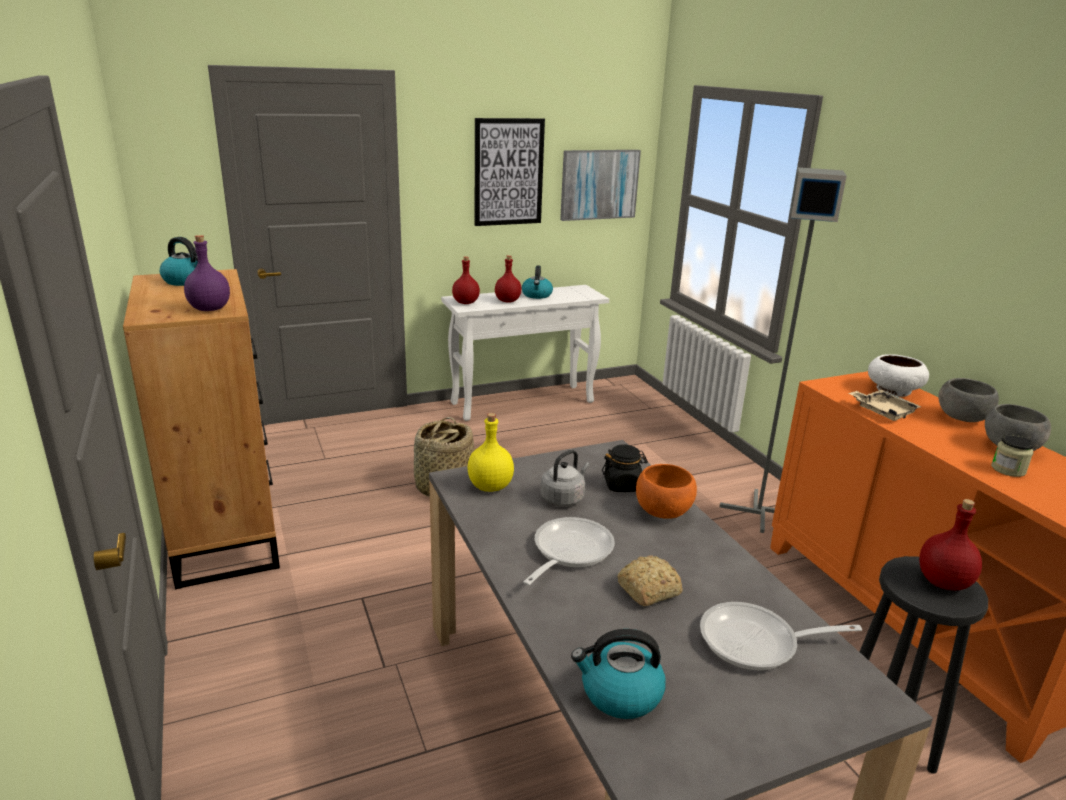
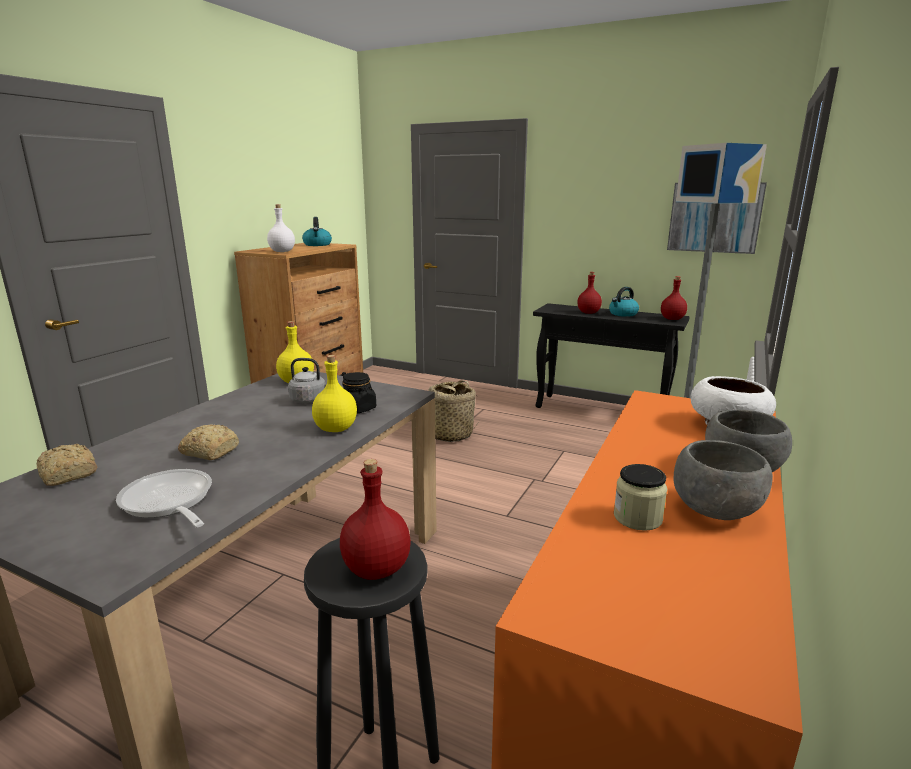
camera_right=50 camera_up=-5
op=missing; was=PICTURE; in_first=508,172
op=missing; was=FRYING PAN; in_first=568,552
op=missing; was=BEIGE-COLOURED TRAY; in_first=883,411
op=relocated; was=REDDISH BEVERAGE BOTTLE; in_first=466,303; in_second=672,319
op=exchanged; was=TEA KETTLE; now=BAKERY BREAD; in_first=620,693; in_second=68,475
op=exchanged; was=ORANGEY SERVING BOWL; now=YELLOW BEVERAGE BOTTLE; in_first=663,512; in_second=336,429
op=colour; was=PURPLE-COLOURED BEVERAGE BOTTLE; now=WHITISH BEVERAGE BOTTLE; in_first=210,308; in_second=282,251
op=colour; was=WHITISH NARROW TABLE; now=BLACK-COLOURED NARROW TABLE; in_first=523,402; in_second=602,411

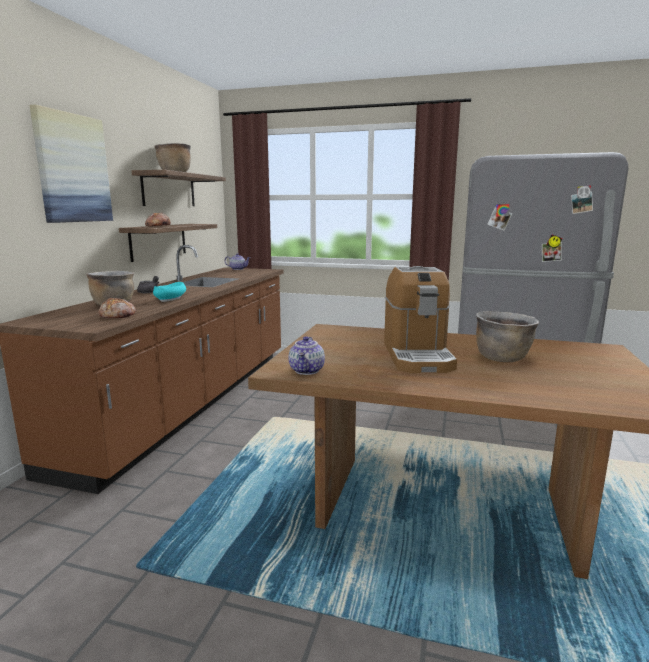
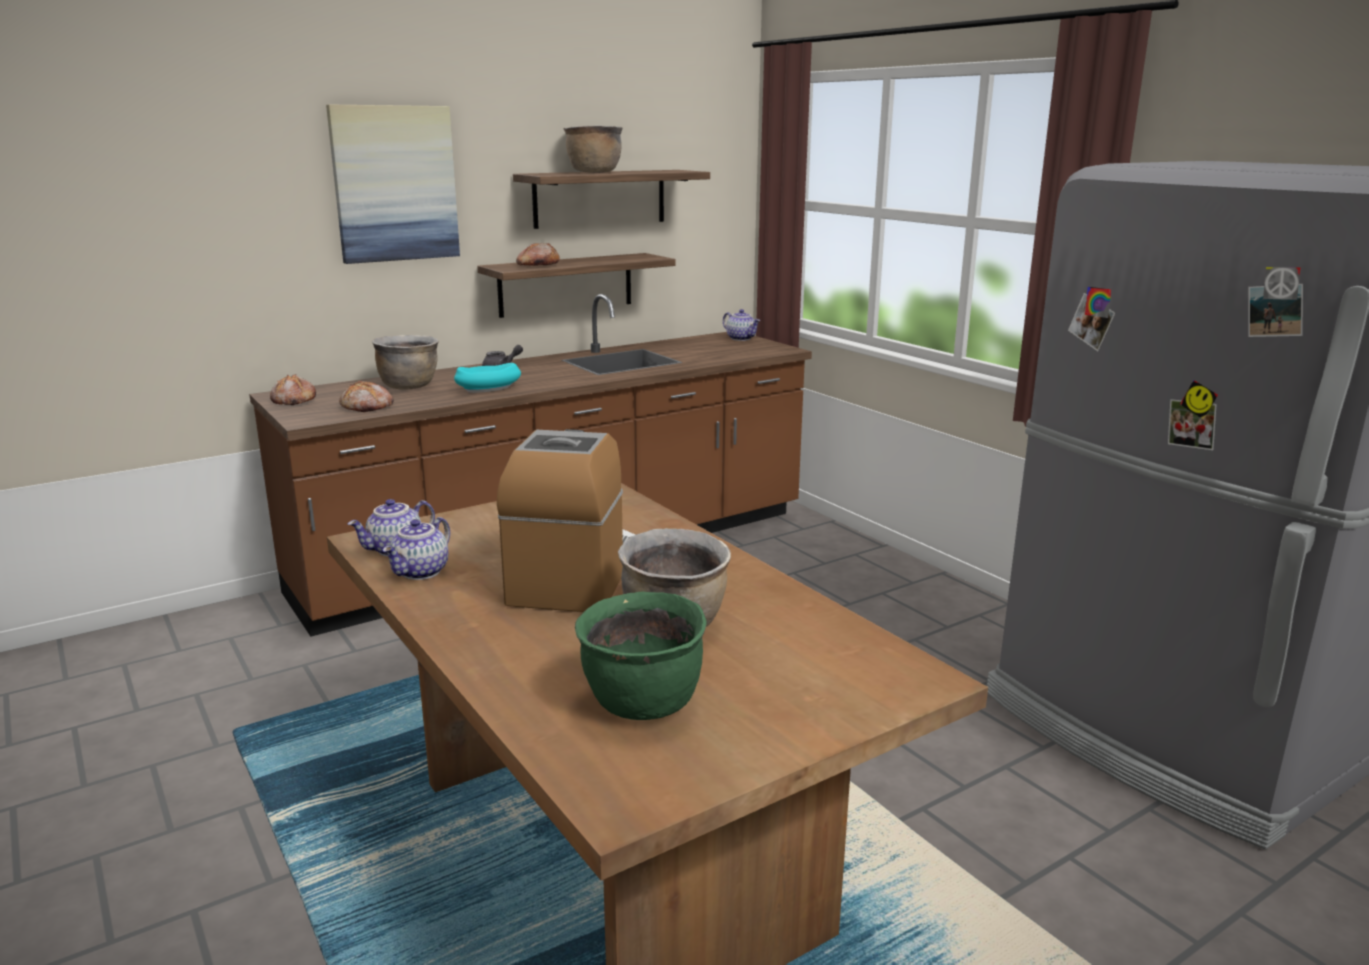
camera_right=40 camera_up=5
op=appeared; now=BAKERY BREAD; in_second=293,401
op=appeared; now=TEA POT; in_second=421,572
op=appeared; now=GREEN COOKING POT; in_second=643,704
op=spun; was=COFFEE MACHINE; in_first=417,356; in_second=574,576; clockwise=150

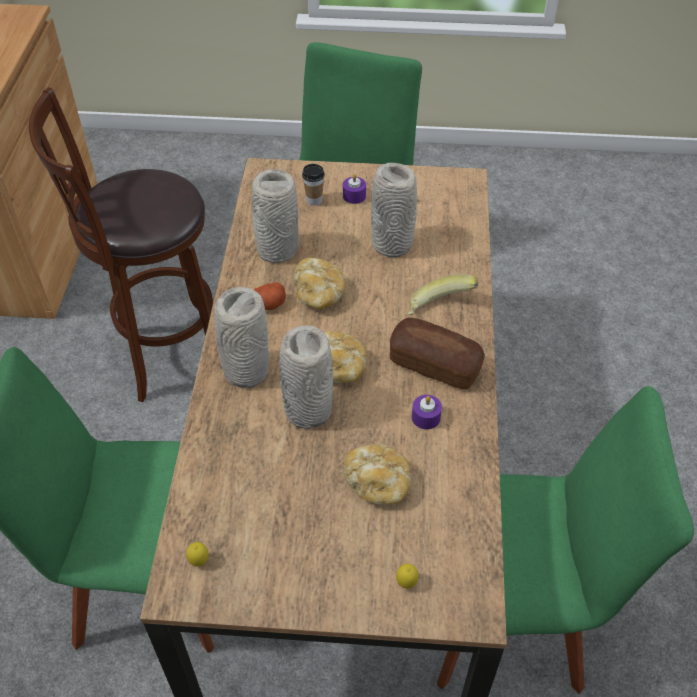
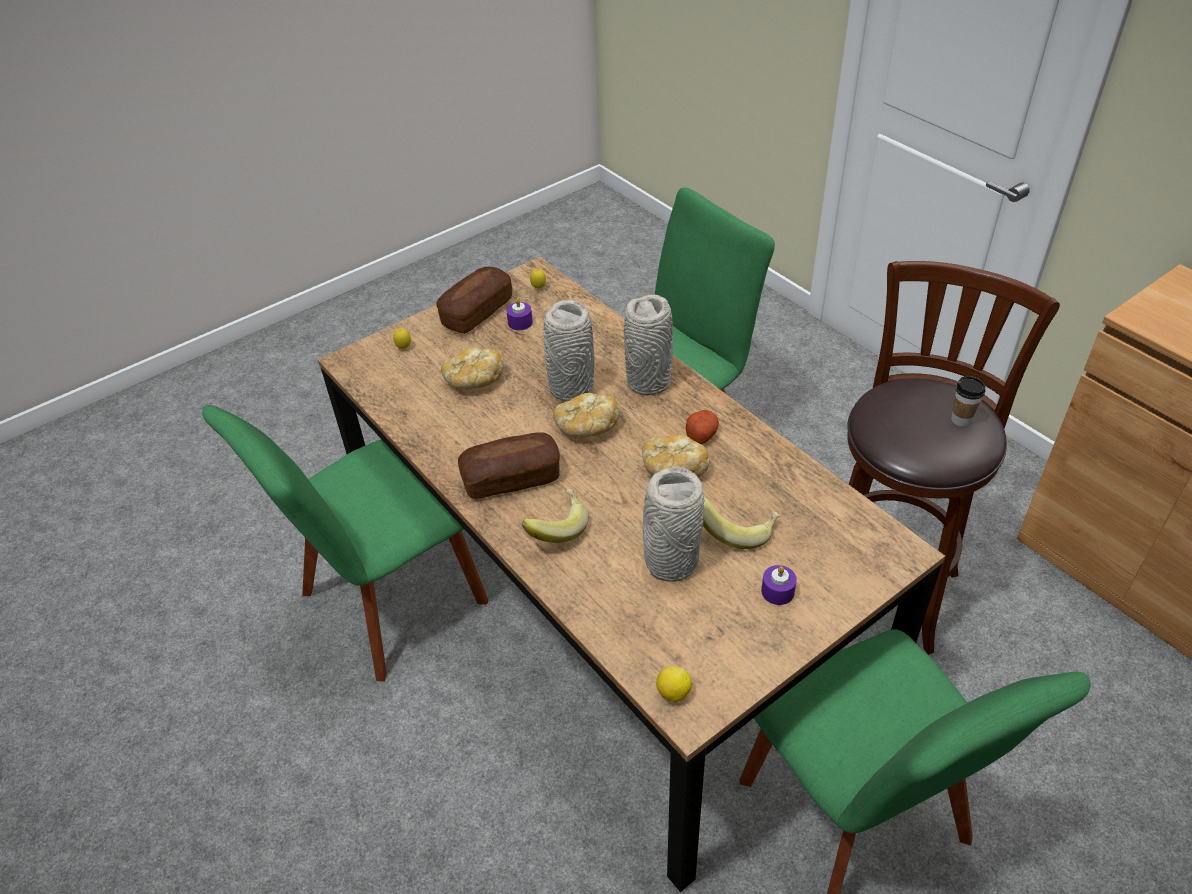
camera_right=140 camera_up=-5
op=missing; was=GREYISH VASE; in_first=276,249
op=appeared; now=BAKERY BREAD; in_second=477,312
op=appeared; now=WHOLE LEMON; in_second=673,692
op=appeared; now=BANANA FRUIT; in_second=736,530
op=relocated; was=CUP; in_first=314,200; in_second=961,420
op=relocated; was=PURPLE-COLOURED WAX CANDLE; in_first=426,417; in_second=520,322

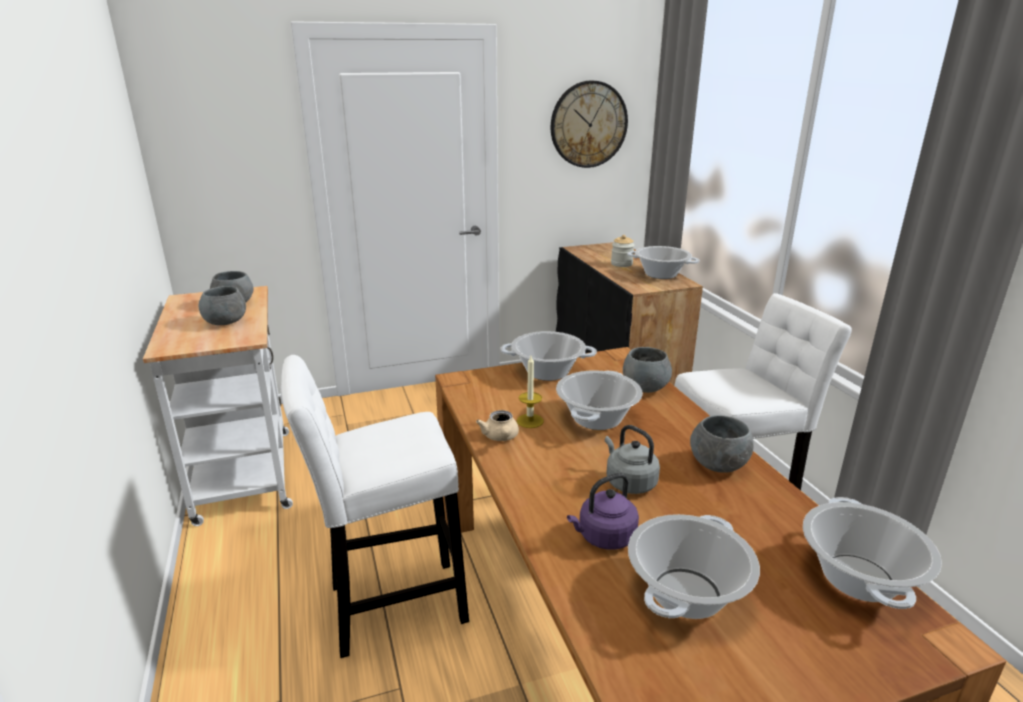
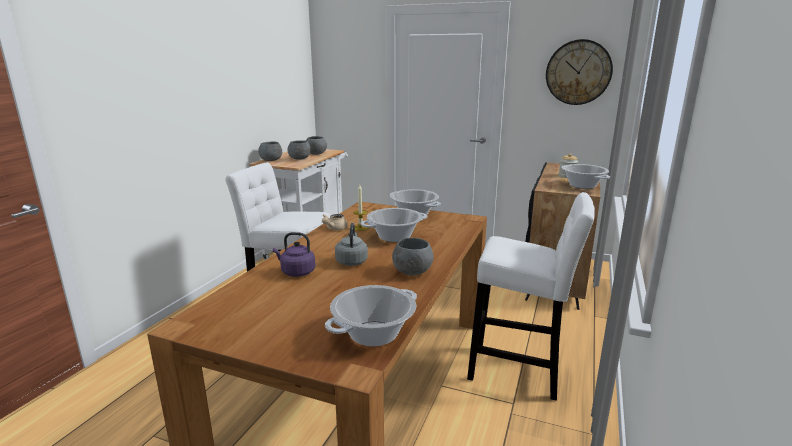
camera_right=40 camera_up=-5
op=missing; was=COOKING POT; in_first=686,593
op=relocated; was=GREYISH SERVING BOWL; in_first=645,387; in_second=271,160

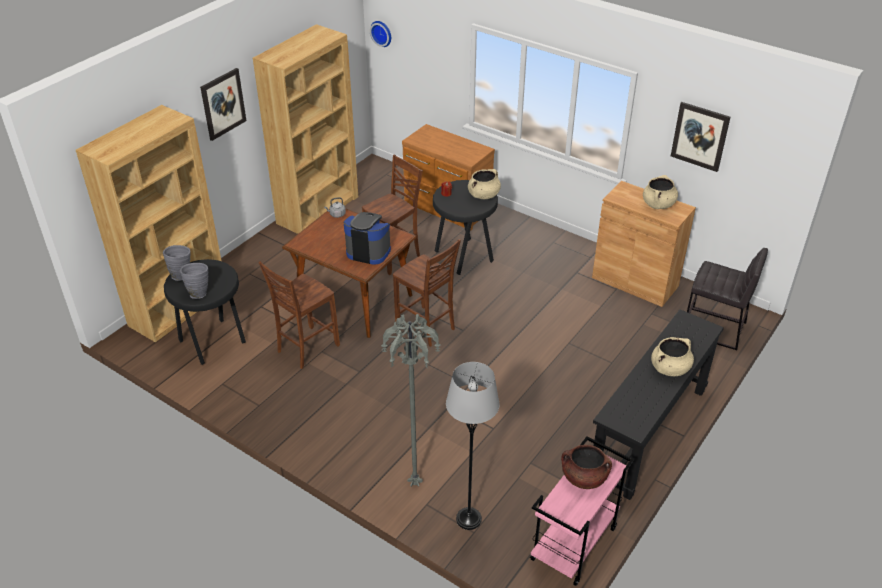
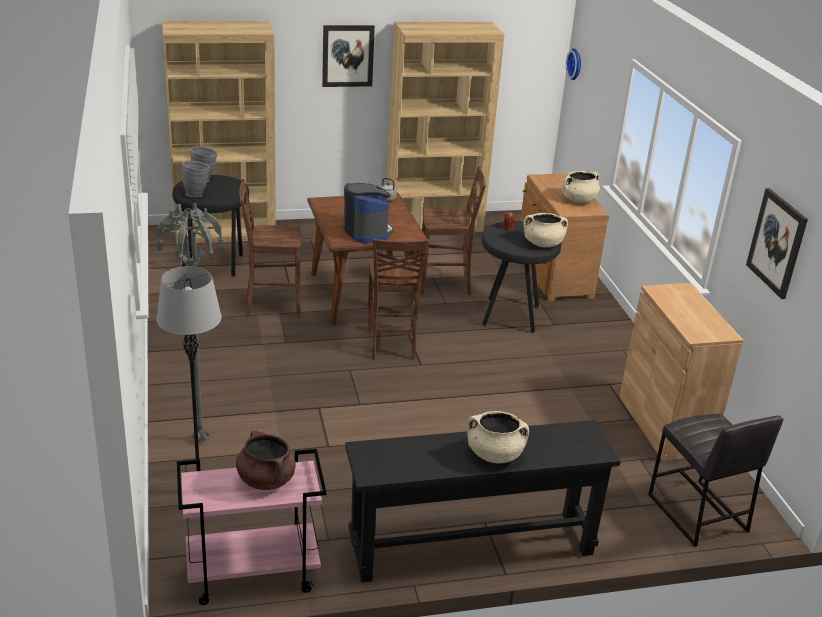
camera_right=40 camera_up=-10
op=relocated; was=BEIGE-COLOURED COOKING POT; in_first=658,204; in_second=578,200

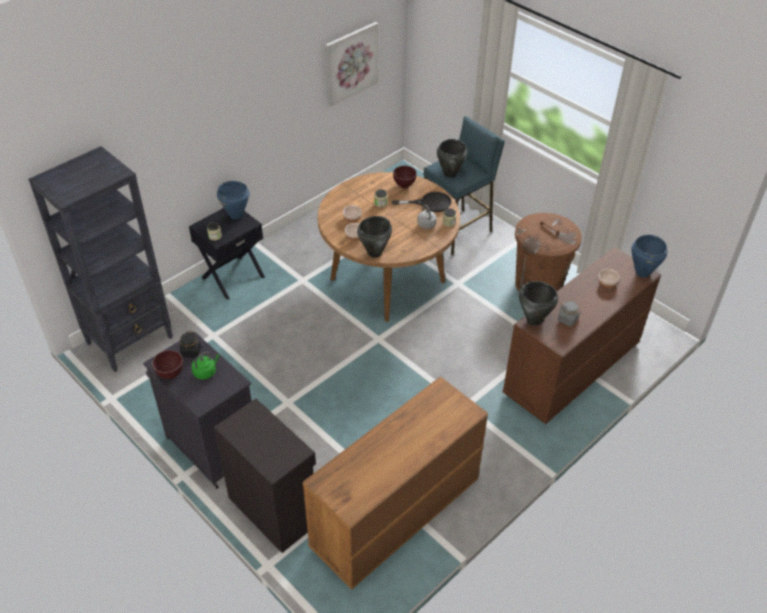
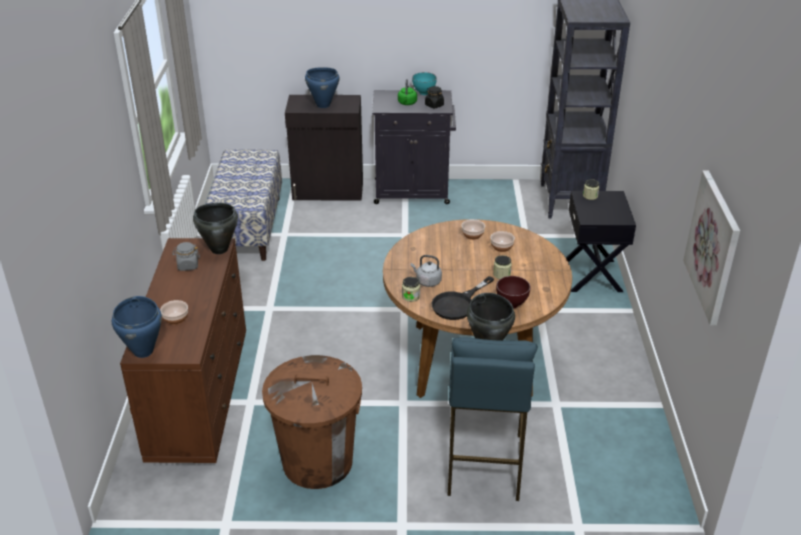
camera_right=135 camera_up=-10
op=missing; was=BLACK-COLOURED COOKING POT; in_first=375,253
op=relocated; was=BLUE-COLOURED COOKING POT; in_first=236,215; in_second=323,105
op=exchanged; was=BROWNISH CHEST OF DRAWERS; now=INDOOR BENCH; in_first=394,514; in_second=247,228
op=colour; was=BROWNISH SERVING BOWL; now=TURQUOISE-COLOURED SERVING BOWL; in_first=171,374; in_second=424,93

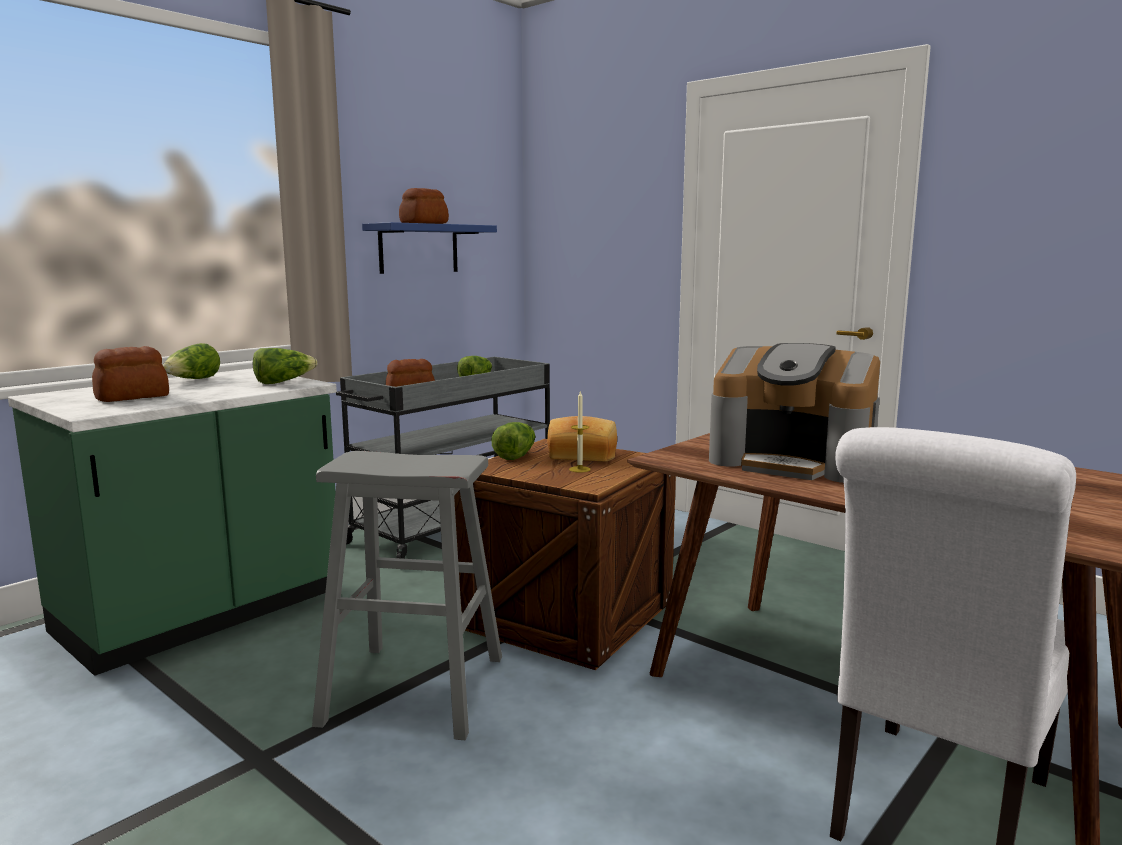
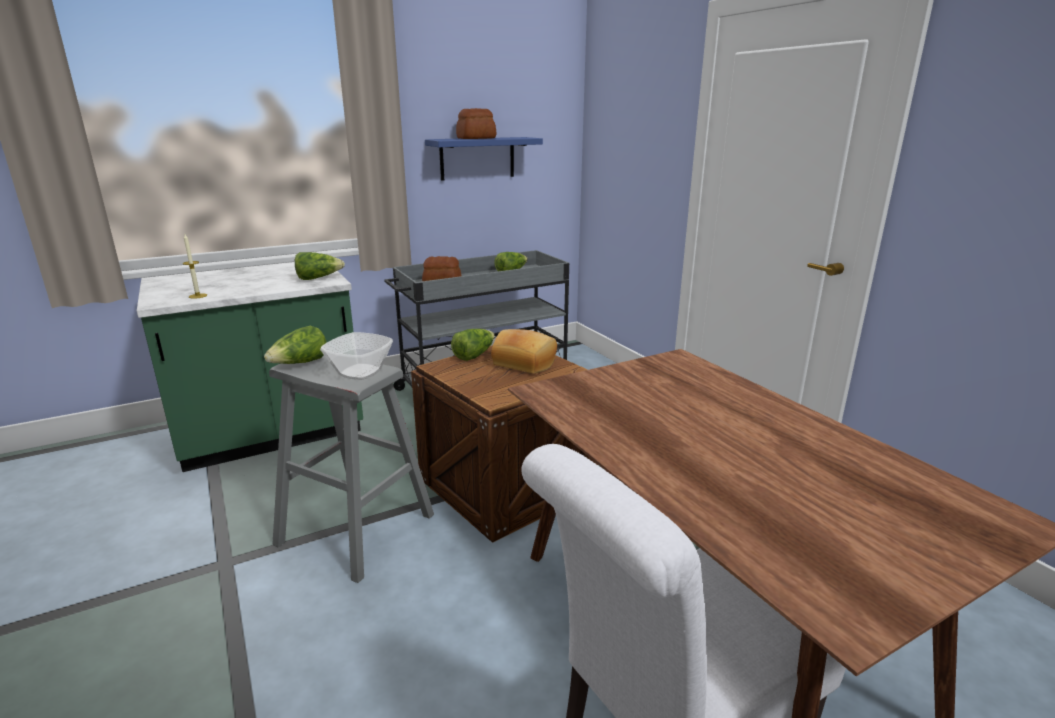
camera_right=20 camera_up=10
op=missing; was=BAKERY BREAD; in_first=133,397
op=missing; was=COFFEE MACHINE; in_first=793,462
op=appeared; now=SERVING BOWL; in_second=360,373
op=relocated; was=HEAD OF LETTUCE; in_first=193,380; in_second=300,363
op=relocated; was=WAX CANDLE; in_first=579,469; in_second=198,296

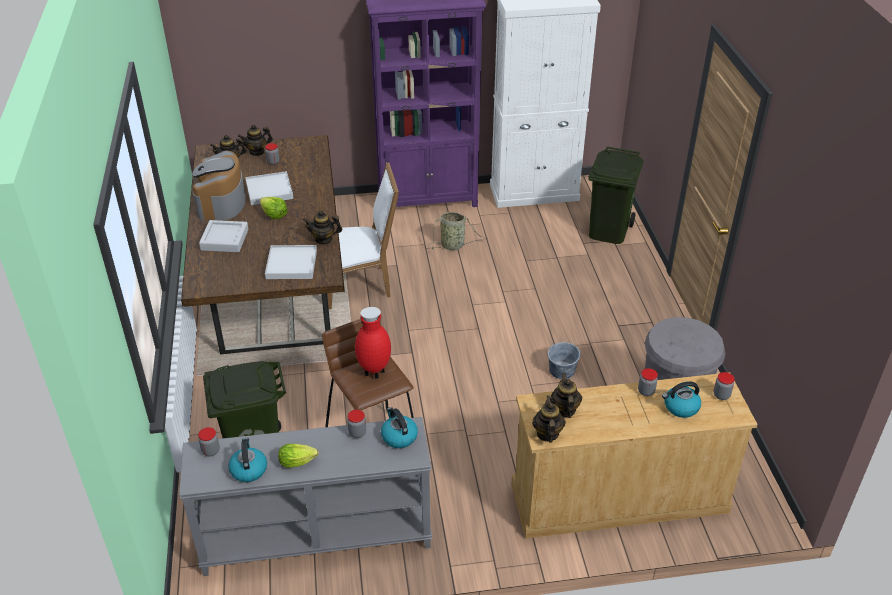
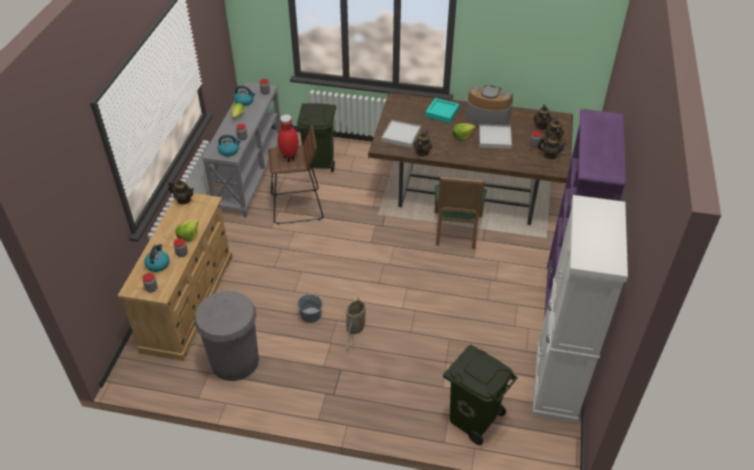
camera_right=110 camera_up=5
op=appeared; now=HEAD OF LETTUCE; in_second=188,235
op=relocated; was=BASKET; in_first=454,245; in_second=355,329
op=relocated; was=TEA POT; in_first=564,410; in_second=549,155
op=colour; was=GREYISH TRAY; now=TURQUOISE-COLOURED TRAY; in_first=224,240; in_second=442,113
op=colour; was=WHITISH UPRIGHT CHAIR; now=GREEN UPRIGHT CHAIR; in_first=360,285; in_second=456,232

